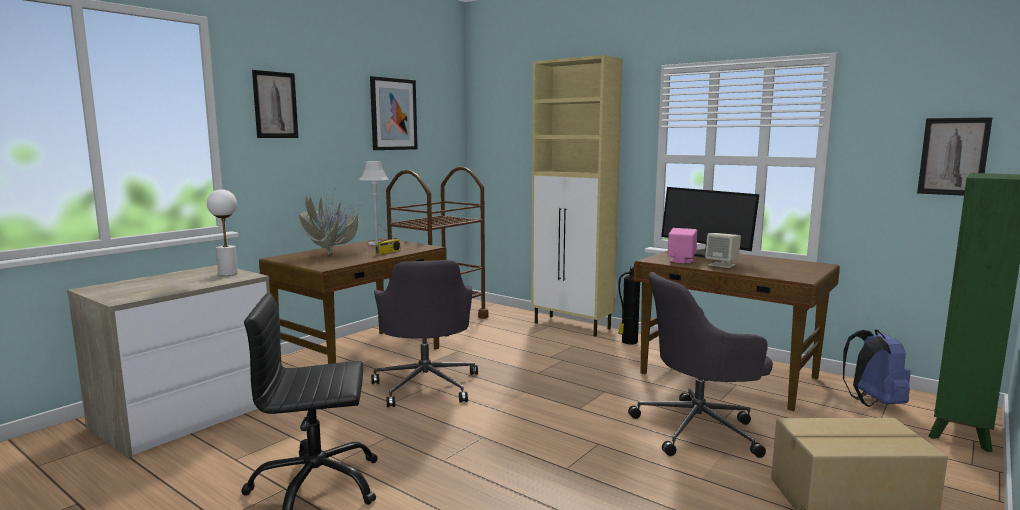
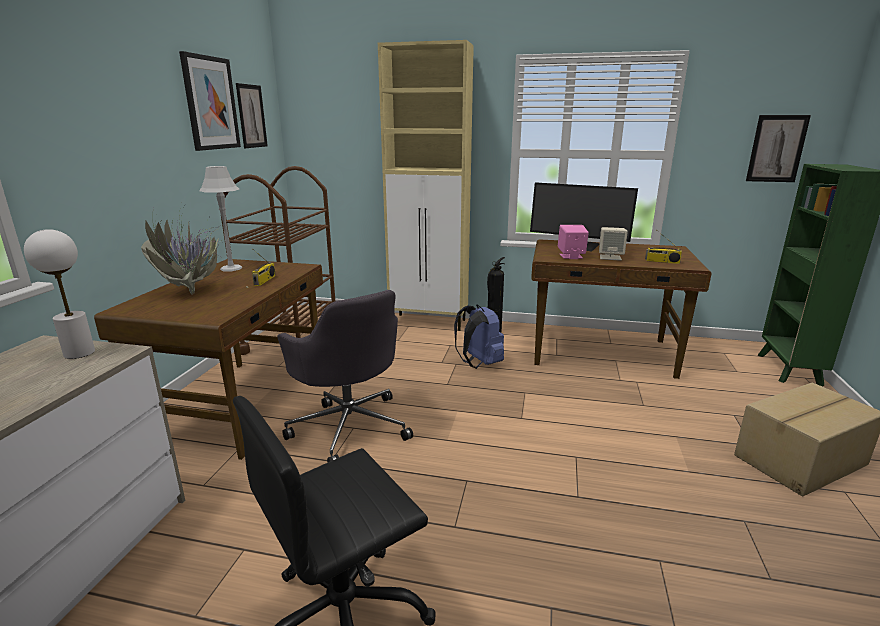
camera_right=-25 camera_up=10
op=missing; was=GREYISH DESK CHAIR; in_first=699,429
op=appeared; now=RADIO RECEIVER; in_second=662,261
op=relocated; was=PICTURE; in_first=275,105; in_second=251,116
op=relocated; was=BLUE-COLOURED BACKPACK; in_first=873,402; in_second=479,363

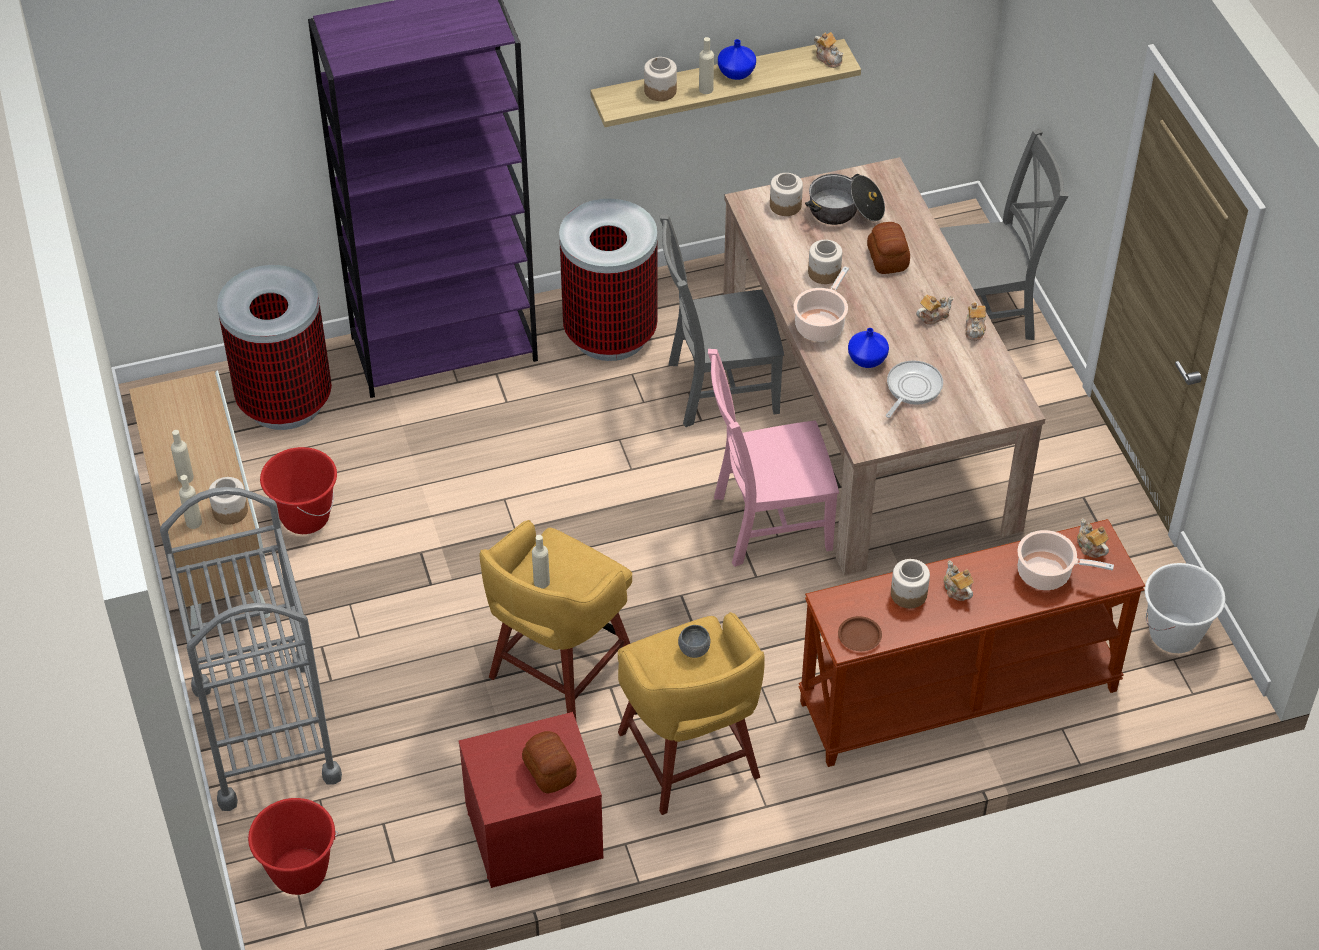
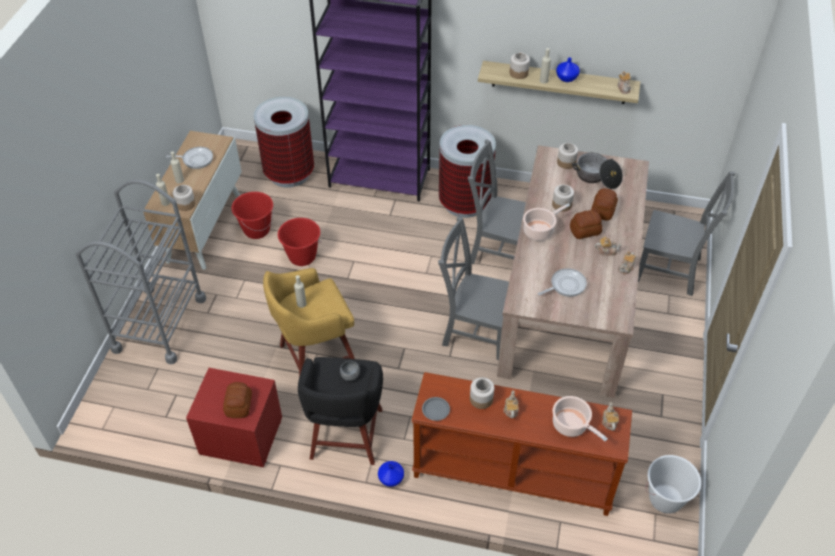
camera_right=30 camera_up=0
op=appeared; now=FRYING PAN; in_second=196,159
op=appeared; now=BAKERY BREAD; in_second=585,231
op=relocated; was=REDDISH WATER BUCKET; in_first=299,873; in_second=302,257
op=relocated; was=BLUE-COLOURED VASE; in_first=867,360; in_second=390,479
op=colour; was=YELLOW STOOL; now=BLACK-COLOURED STOOL; in_first=689,759; in_second=345,436
op=colour; was=PINK UPRIGHT CHAIR; now=GREYISH UPRIGHT CHAIR; in_first=766,523; in_second=475,330
op=colour; was=BROWNISH DINNER PLATE; now=GREYISH DINNER PLATE; in_first=859,636; in_second=435,410

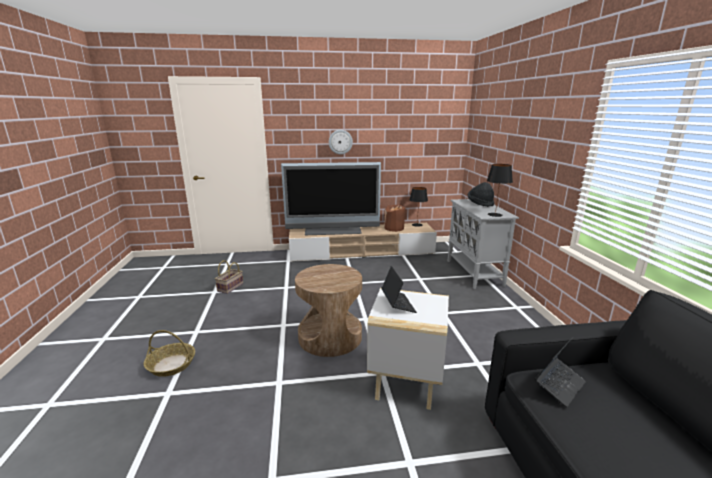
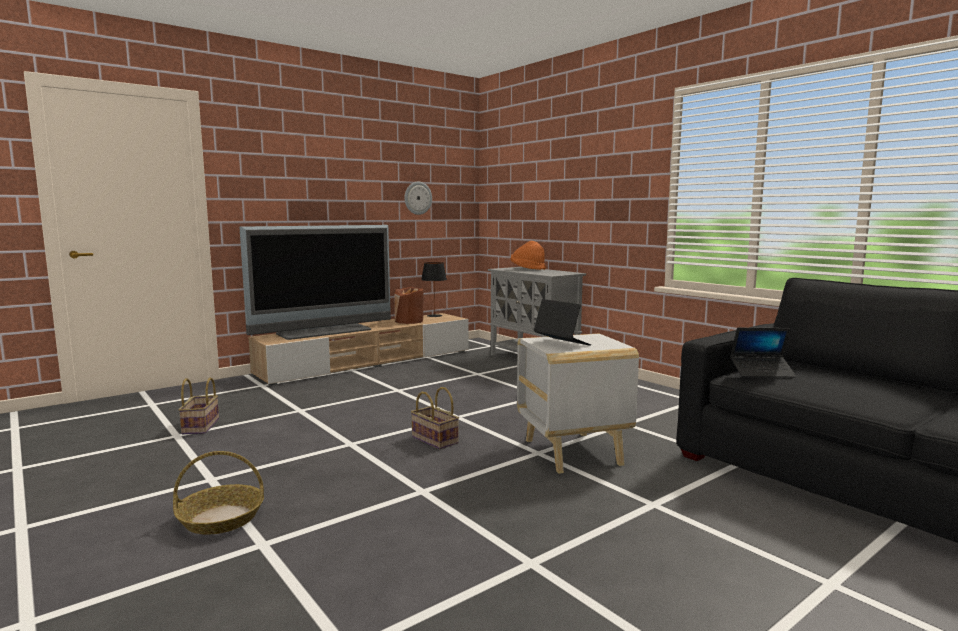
camera_right=-30 camera_up=-10
op=missing; was=BLACK-COLOURED TABLETOP LAMP; in_first=495,215
op=relocated; was=WALL CLOCK; in_first=340,142; in_second=417,198
op=exchanged; was=BROWNISH SIDE TABLE; now=BASKET; in_first=330,337; in_second=433,440
op=colour; was=BLACK-COLOURED HAT; now=ORANGEY HAT; in_first=480,203; in_second=527,269
op=spun; was=PORTABLE COMPUTER; in_first=559,385; in_second=761,372; clockwise=75

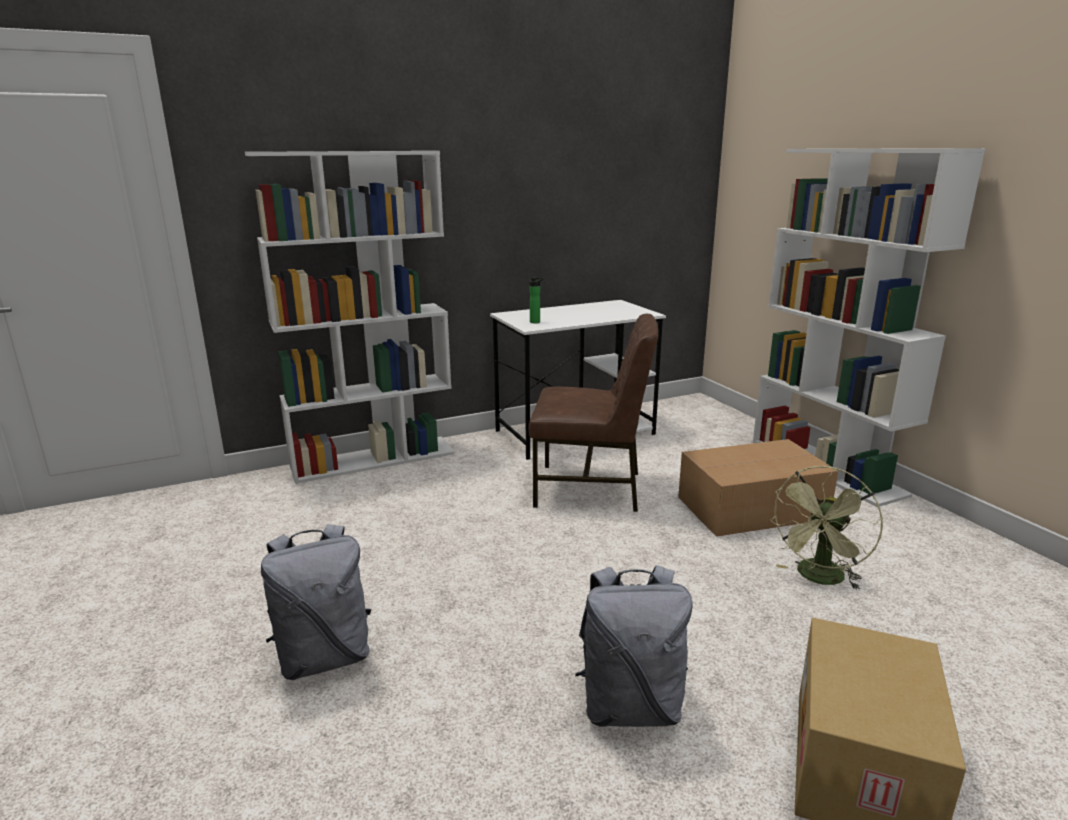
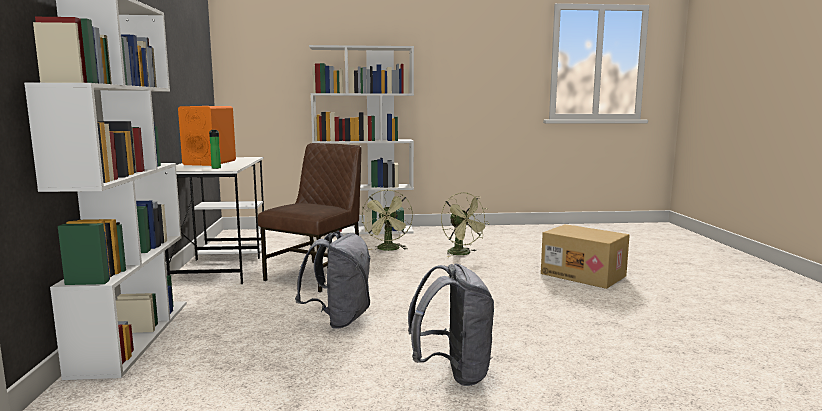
camera_right=-70 camera_up=-10
op=appeared; now=ORANGEY LOUDSPEAKER; in_second=210,163
op=relocated; was=GREYISH BACKPACK; in_first=630,706; in_second=339,320
op=exchanged; was=CARTON; now=GREEN COOLING FAN; in_first=754,508; in_second=388,249

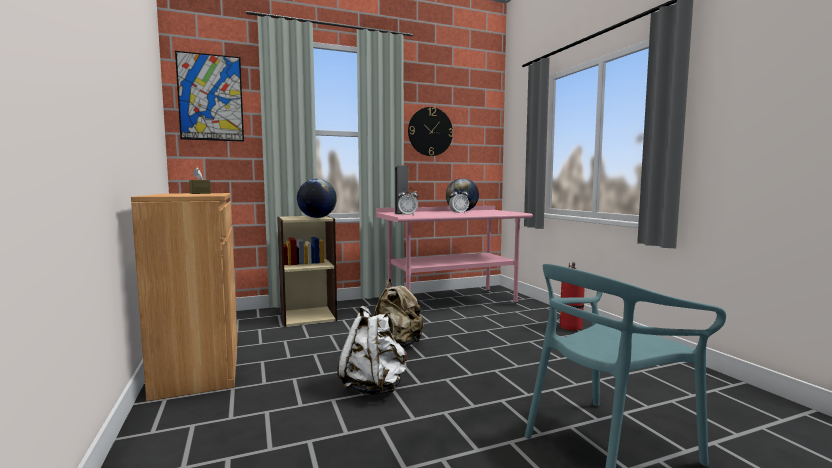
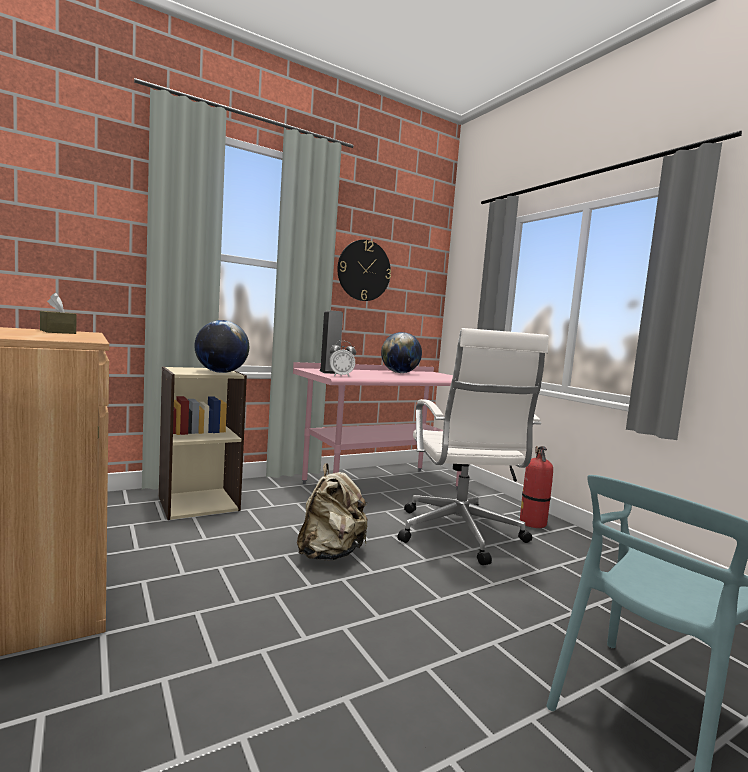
camera_right=-10 camera_up=0
op=missing; was=PICTURE; in_first=210,97
op=missing; was=WHITISH BACKPACK; in_first=374,387
op=missing; was=BEDSIDE CLOCK; in_first=458,213
op=appeared; now=WHITISH DESK CHAIR; in_second=459,535

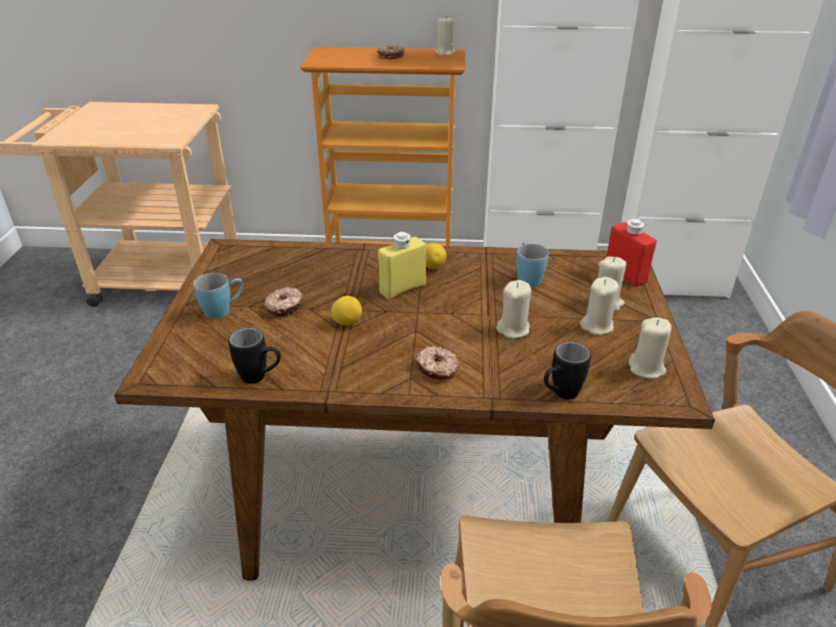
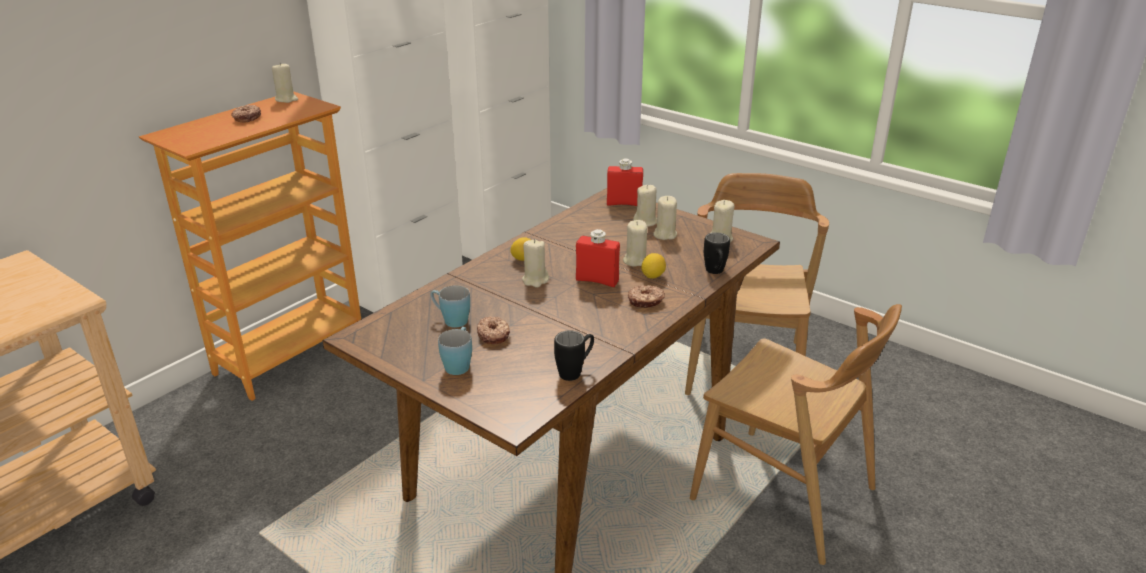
camera_right=-55 camera_up=-5
op=appeared; now=REDDISH BEVERAGE BOTTLE; in_second=597,280
op=relocated; was=WHOLE LEMON; in_first=347,322; in_second=652,276
op=relocated; was=BLUE-COLOURED MUG; in_first=527,277; in_second=451,320
op=exchanged; was=YELLOW BEVERAGE BOTTLE; now=BEIGE-COLOURED WAX CANDLE; in_first=402,288; in_second=535,280

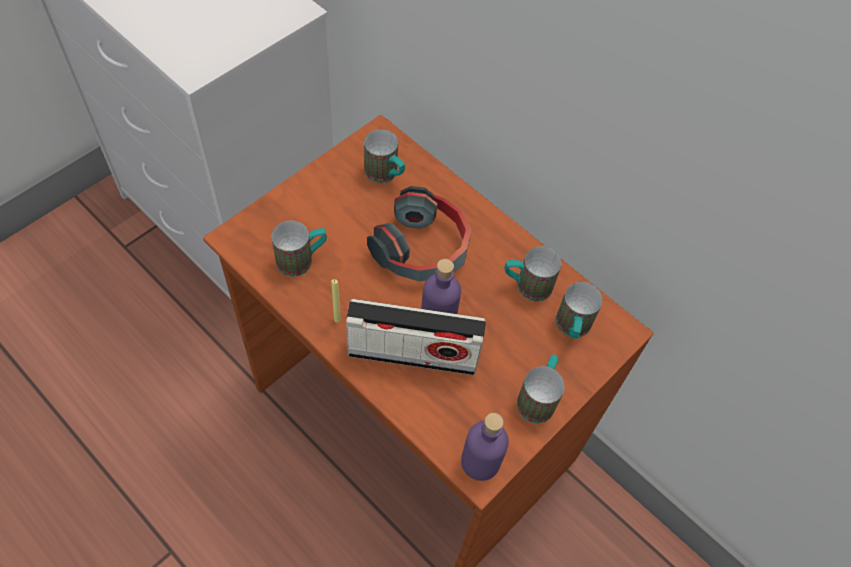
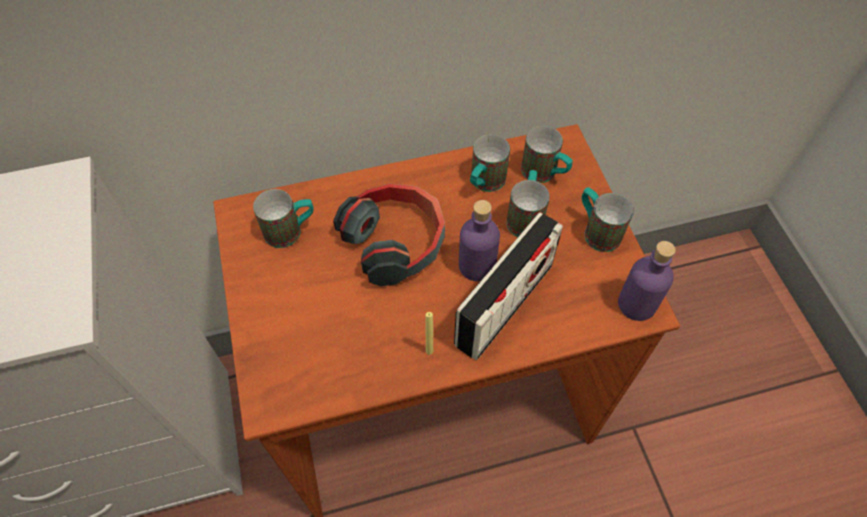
camera_right=-55 camera_up=0
op=relocated; was=MUG; in_first=302,259; in_second=525,216

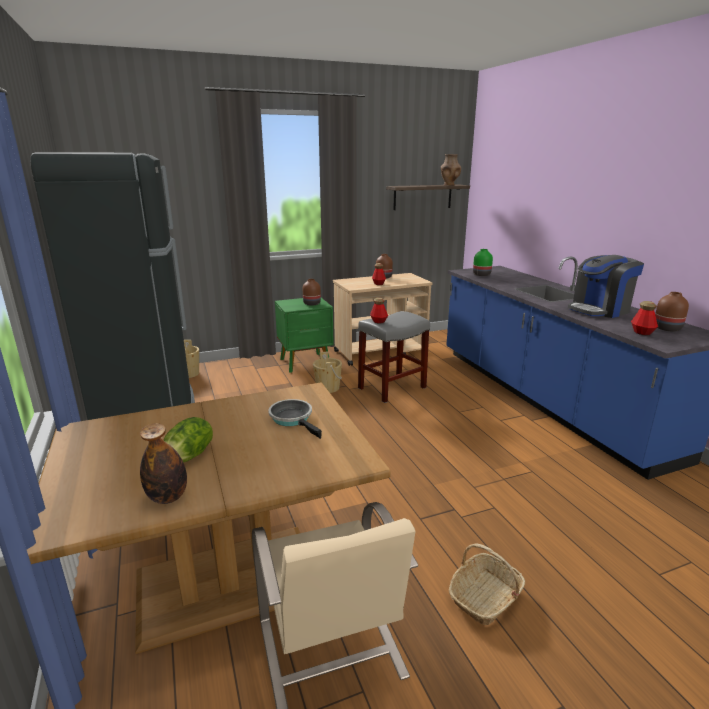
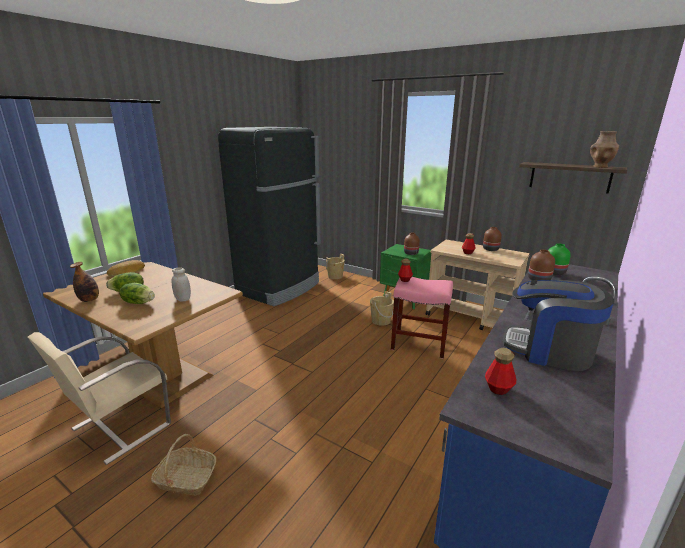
camera_right=55 camera_up=0
op=appeared; now=BAKERY BREAD; in_second=127,271
op=appeared; now=HEAD OF LETTUCE; in_second=139,302
op=relocated; was=BROWNISH VASE; in_first=666,328; in_second=538,279
op=exchanged; was=FRYING PAN; now=WHITISH PRESERVE JAR; in_first=293,419; in_second=183,299
op=colour; was=GREYISH STOOL; now=PINK STOOL; in_first=392,388; in_second=418,344

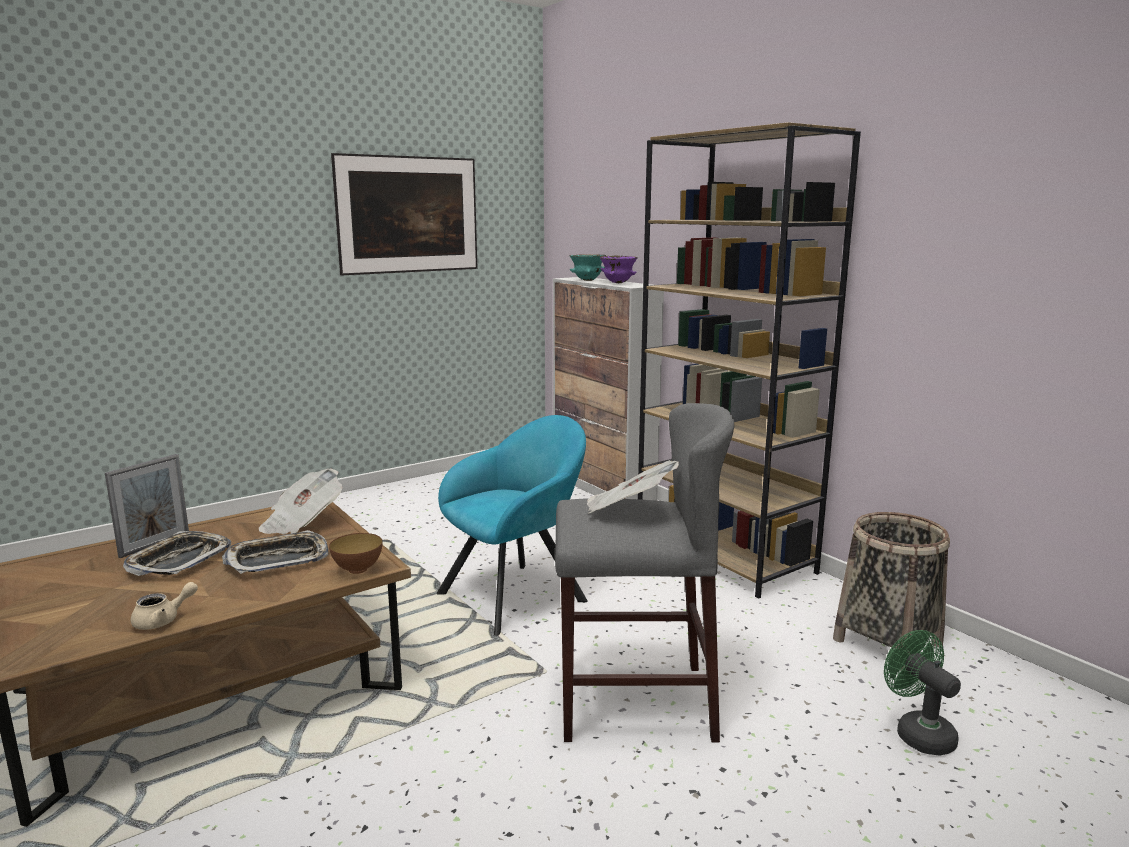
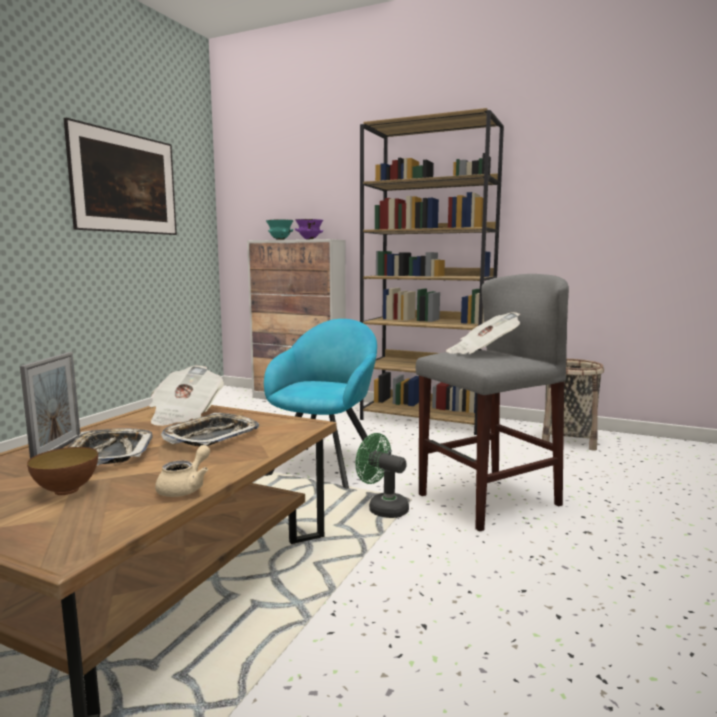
camera_right=-30 camera_up=-5
op=relocated; was=SERVING BOWL; in_first=358,569; in_second=66,490
op=relocated; was=GREEN COOLING FAN; in_first=918,732; in_second=382,508

